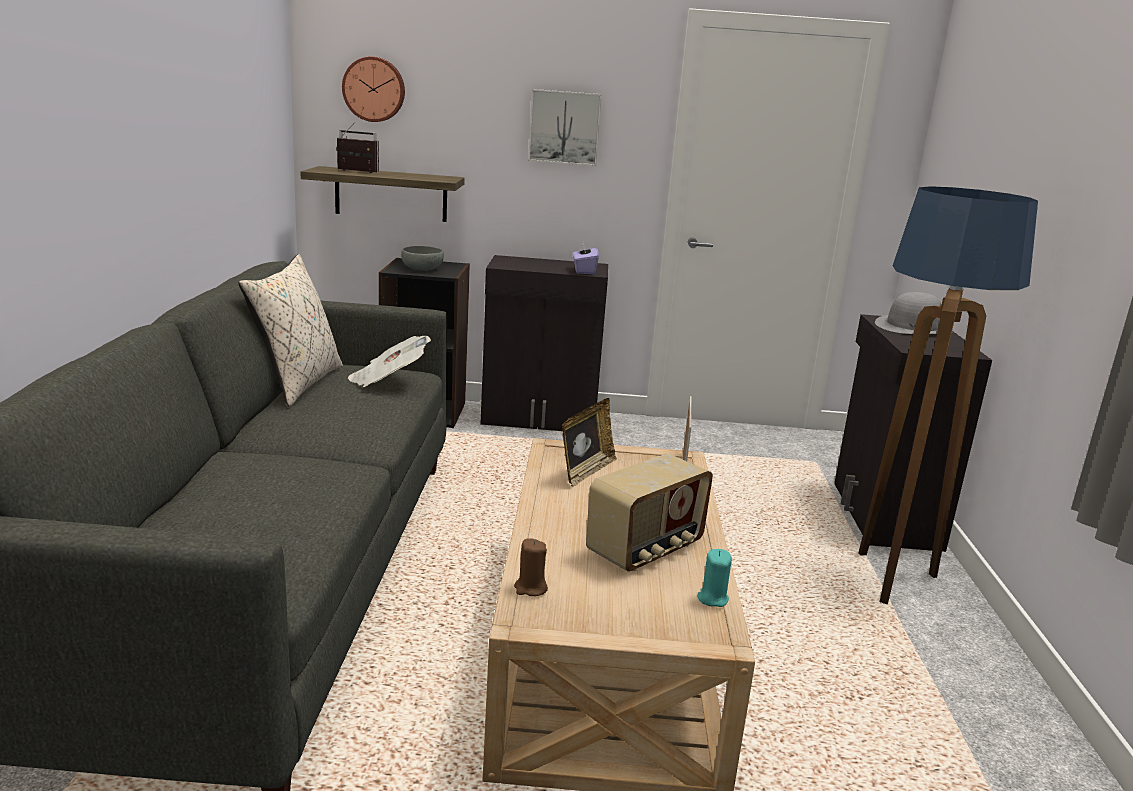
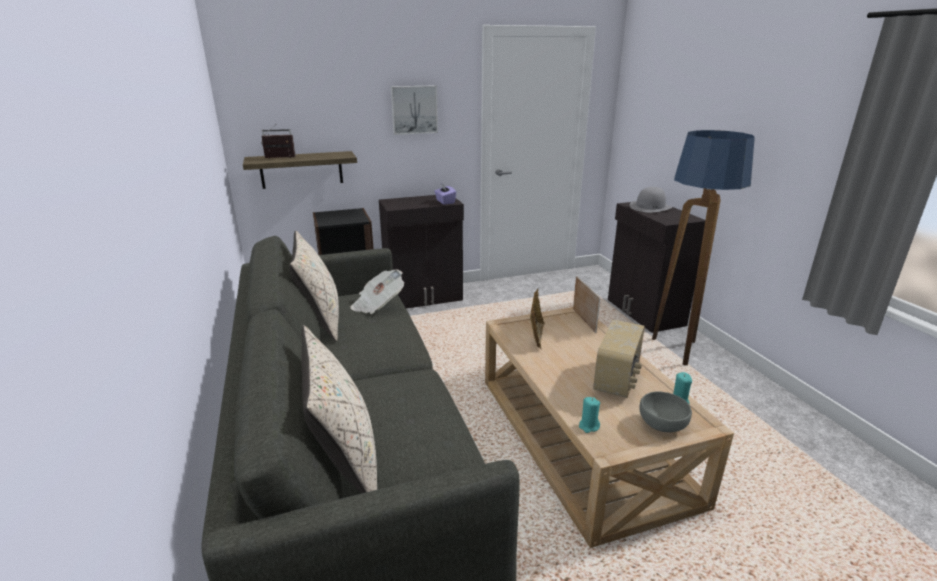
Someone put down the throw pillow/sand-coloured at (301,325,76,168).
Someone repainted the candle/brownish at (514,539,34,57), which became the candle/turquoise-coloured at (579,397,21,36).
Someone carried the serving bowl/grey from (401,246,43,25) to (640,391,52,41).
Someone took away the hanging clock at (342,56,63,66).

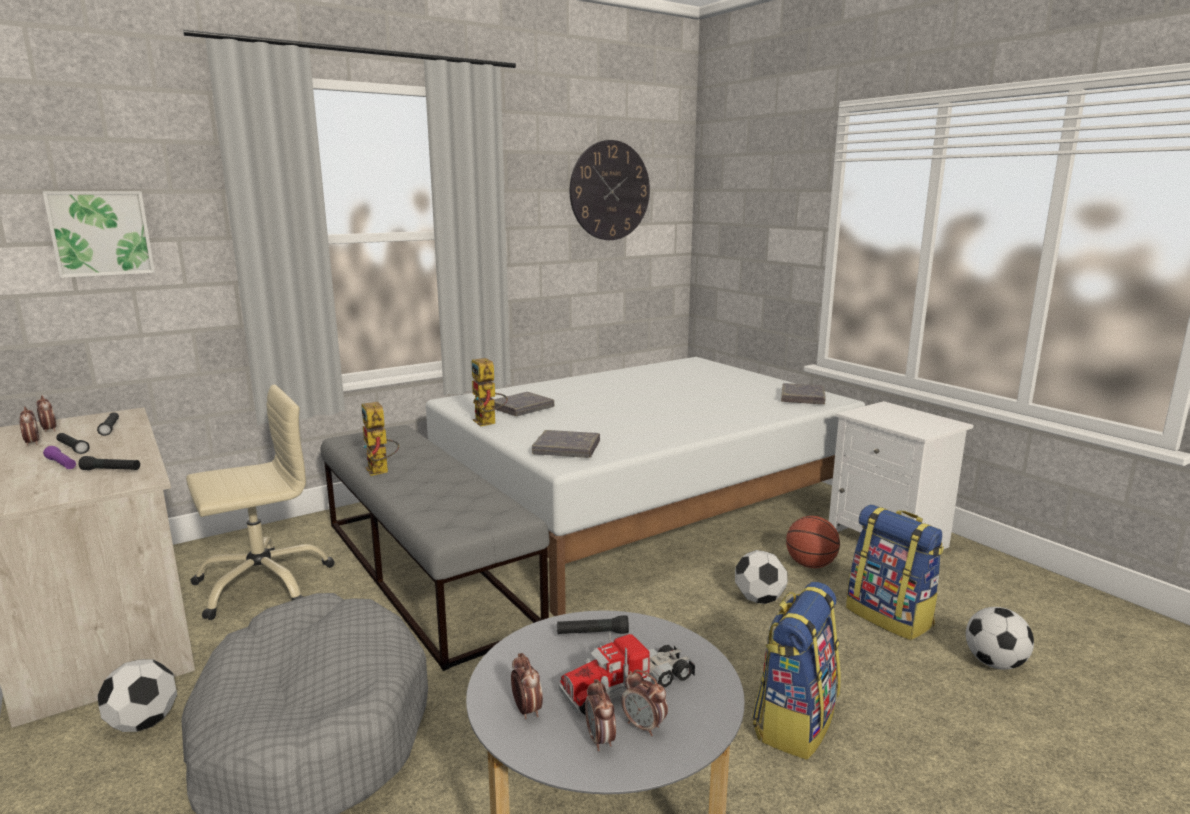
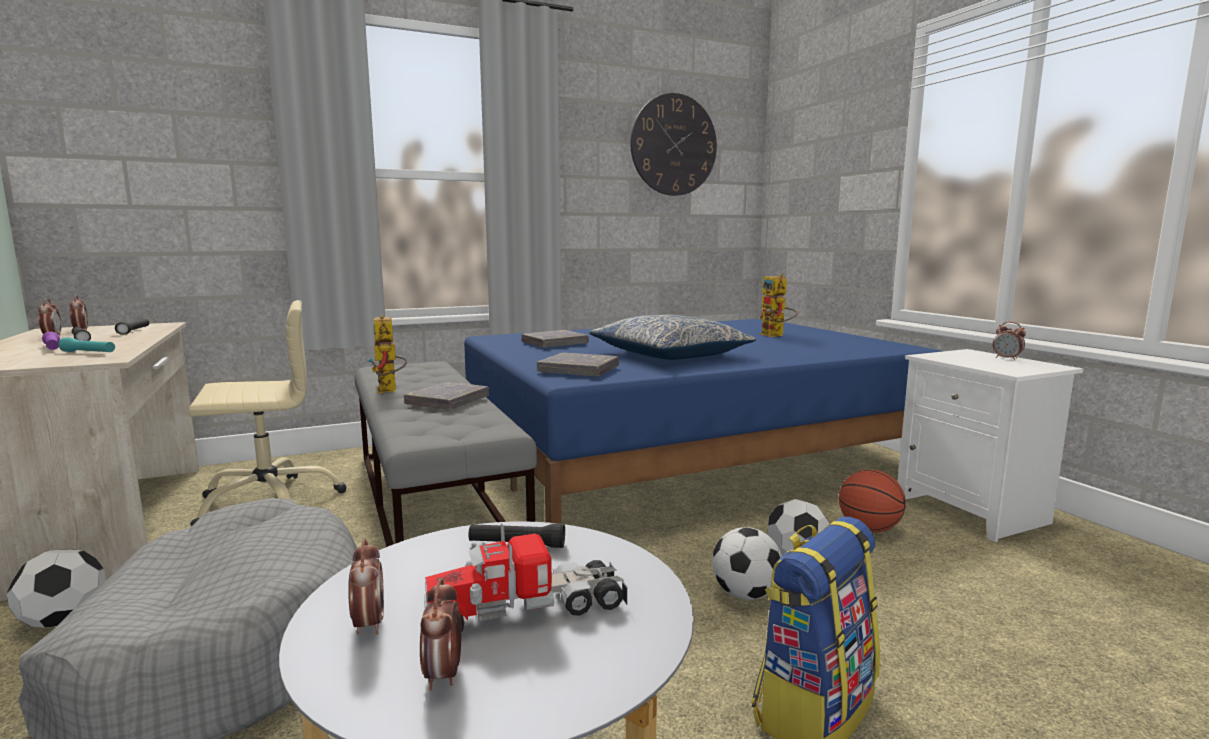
Someone repainted the flashlight/black-coloured at (78,456,62,14), which became the flashlight/turquoise-coloured at (58,337,57,15).
Someone carried the bound book/grey from (781,383,44,21) to (404,382,85,28).
Someone repainted the bedroom bed/white-coloured at (426,357,439,259), which became the bedroom bed/bluish at (464,319,479,205).
Someone put down the throw pillow at (589,315,167,45).
Someone carried the football from (966,607,68,63) to (712,527,70,73).
Someone carried the model robot from (472,358,36,69) to (759,274,38,63).
Someone carried the bedside clock from (621,669,47,67) to (993,322,33,38).
Someone took away the wall picture at (42,191,113,87).
Someone took away the knapsack at (846,505,98,135).

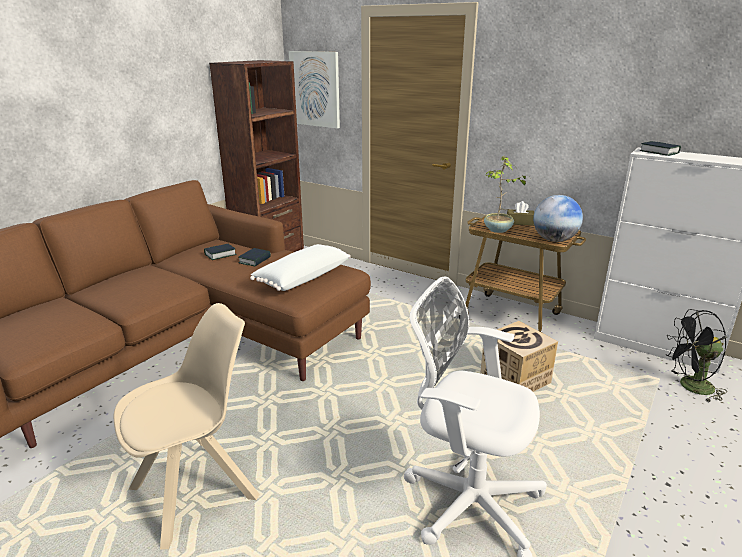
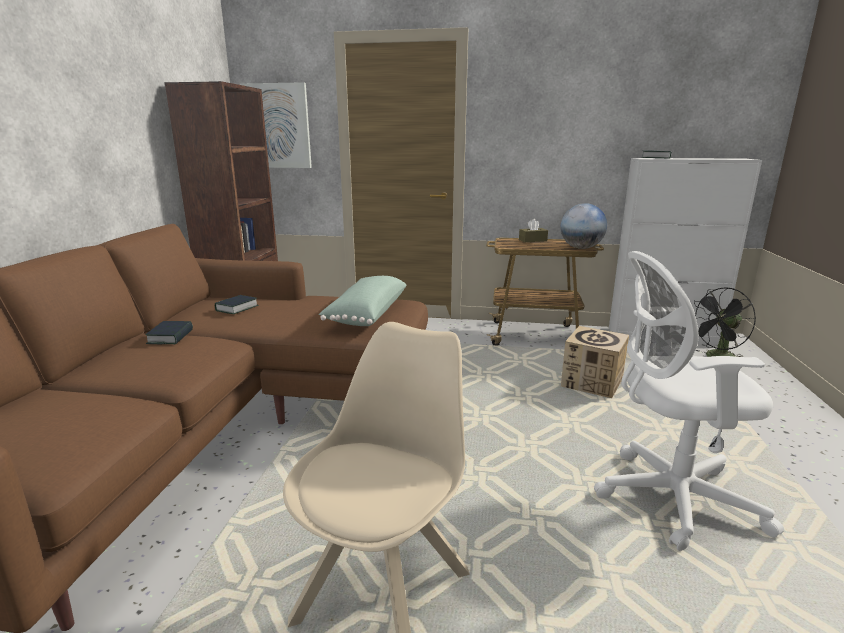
Someone carried the bound book from (238,248,33,19) to (145,321,48,23).
Someone repainted the throw pillow/white-coloured at (250,244,101,47), which became the throw pillow/green at (319,276,88,50).
Someone took away the houseplant at (484,156,46,77).

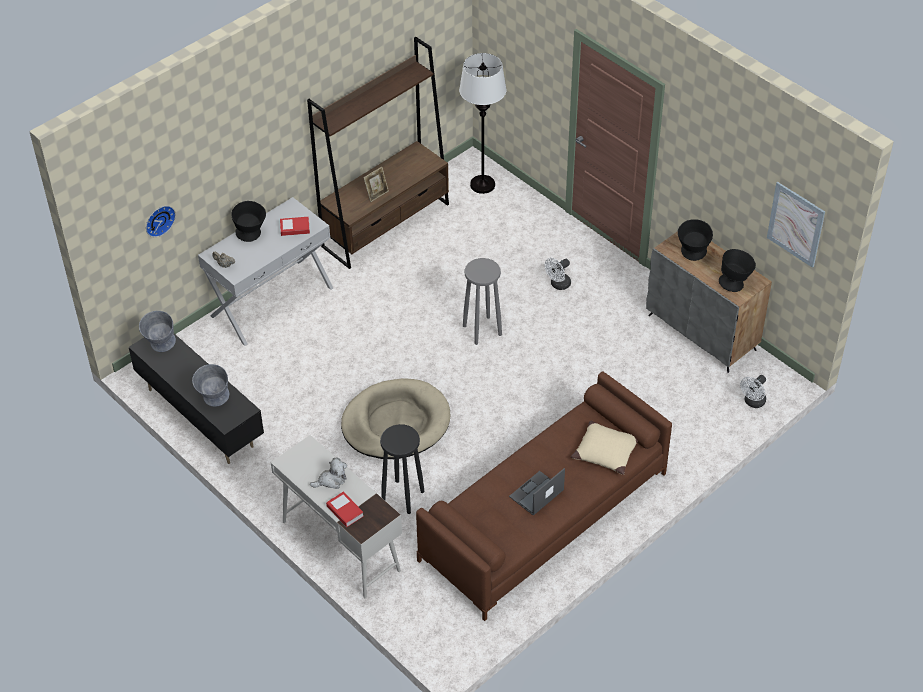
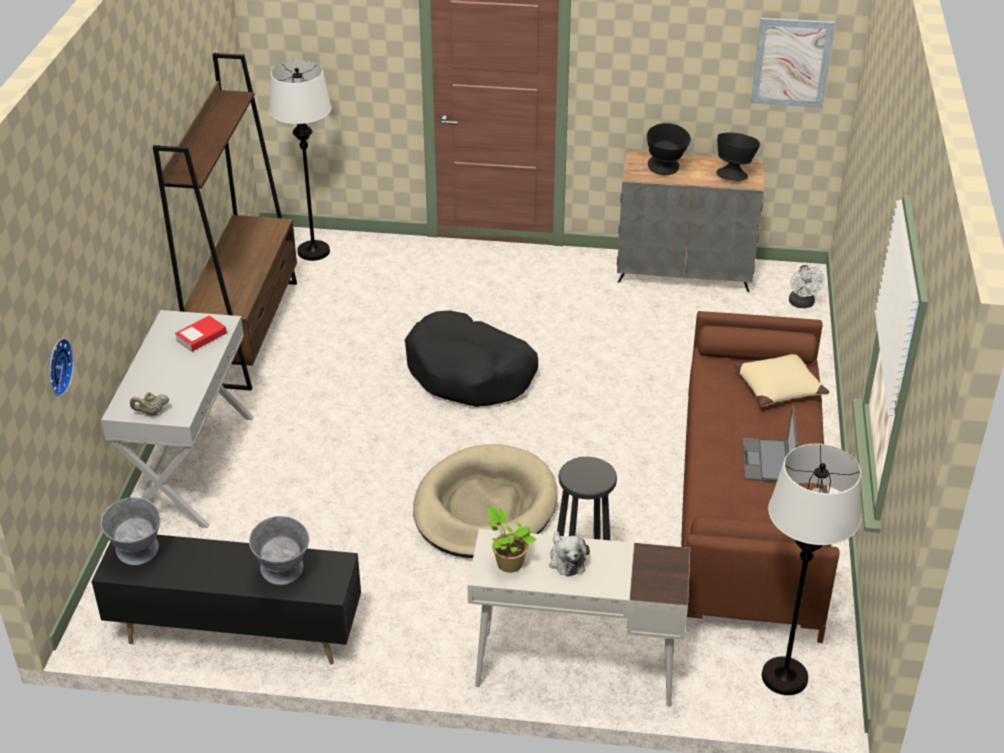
Someone swapped the sitting stool/grey at (463,258,39,87) for the pet bed/black-coloured at (405,310,133,97).
Someone put down the houseplant at (487,505,50,68).
Someone rotated the cuddly toy at (310,458,37,31) by 135 degrees clockwise.
Someone put down the standing lamp/white-coloured at (762,444,99,251).
Someone took away the serving bowl/black-coloured at (231,201,35,41).
Someone took away the bound book at (326,491,38,36).
Someone took away the picture frame at (363,167,26,35).
Someone took away the fan/white-coloured at (545,258,26,32).

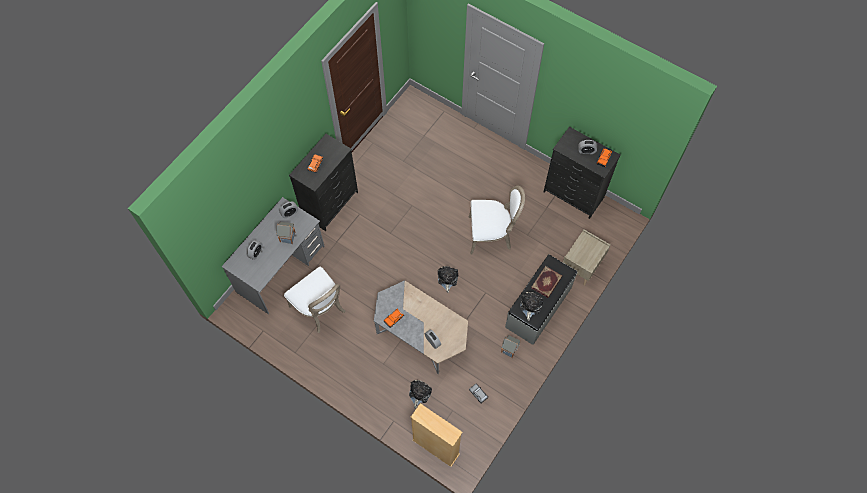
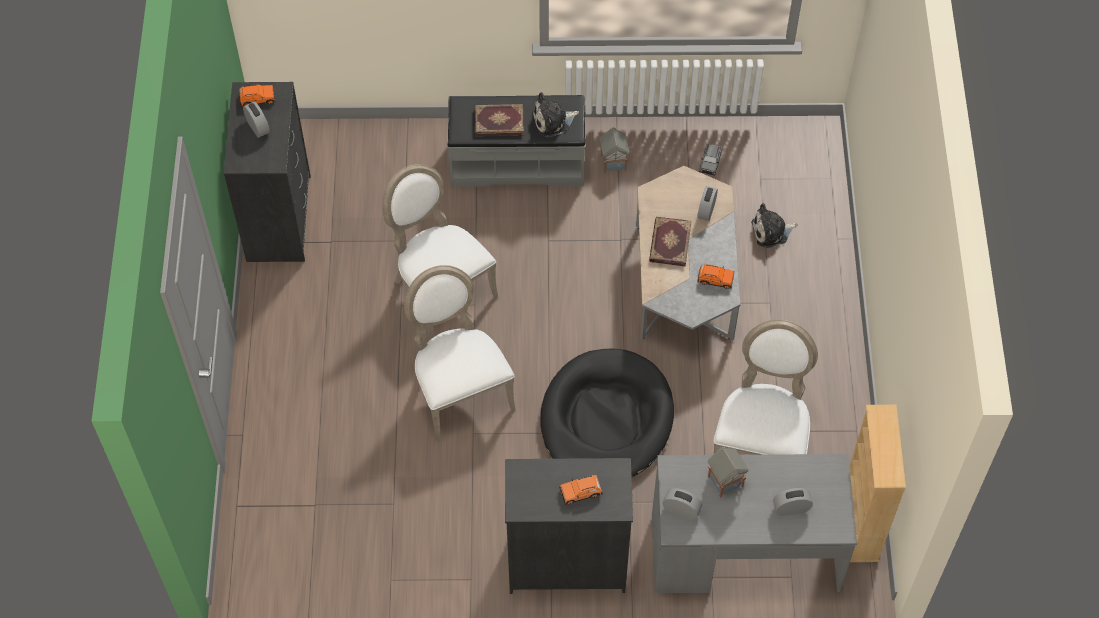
Someone put down the upright chair/white-coloured at (404,265,111,177).
Someone put down the pet bed/black-coloured at (540,348,134,130).
Someone put down the bound book at (649,217,43,50).
Someone carried the bookshelf/sand-coloured from (411,403,52,64) to (850,405,56,157).
Someone took away the cuddly toy at (438,266,20,27).
Someone took away the nightstand/sand-coloured at (563,229,47,57).

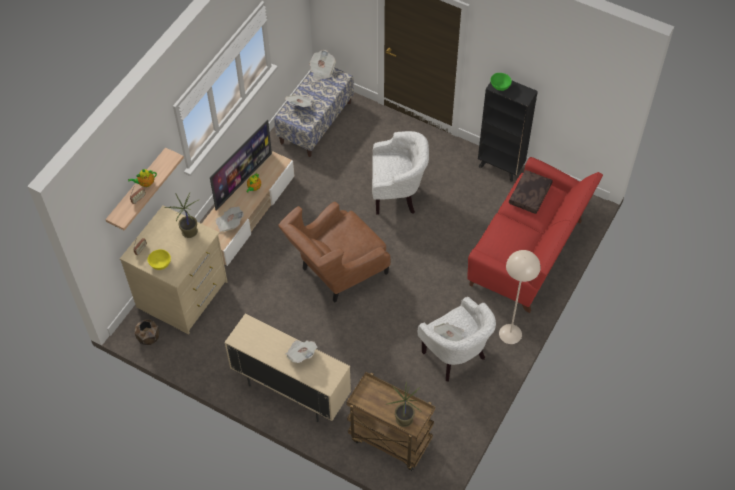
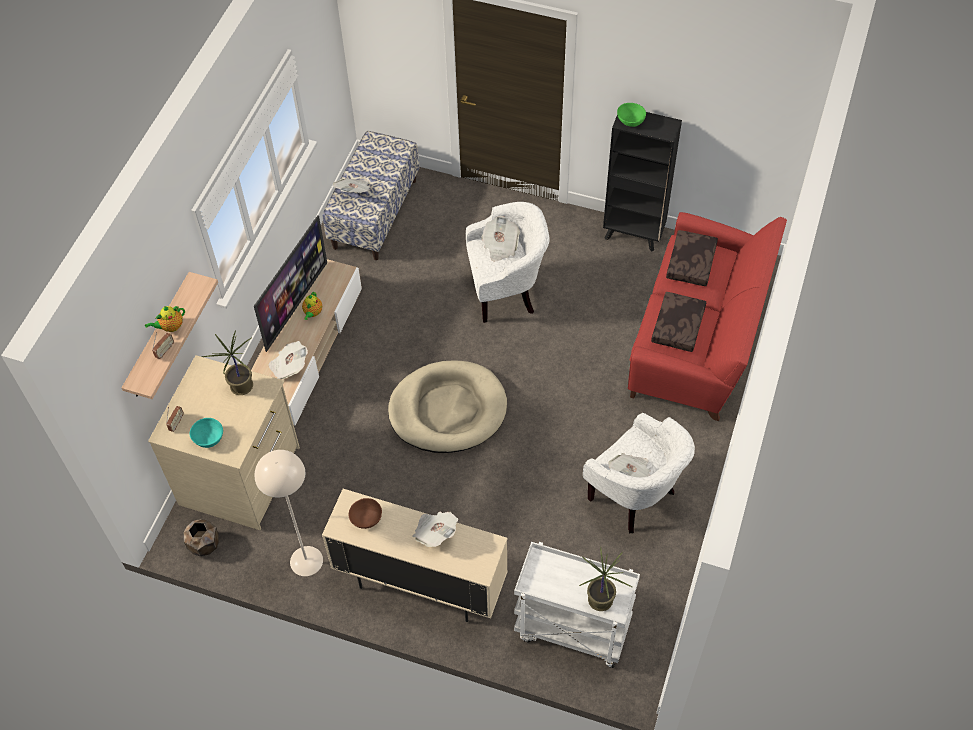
Someone repainted the serving bowl/yellow at (147,249,24,21), which became the serving bowl/turquoise-coloured at (189,418,34,30).
Someone carried the standing lamp/sand-coloured from (499,250,41,94) to (255,450,68,126).
Someone put down the serving bowl/brownish at (349,498,33,31).
Someone swapped the easy chair/brownish at (278,202,113,101) for the pet bed/sand-coloured at (388,360,119,93).
Someone carried the printed paper from (309,50,27,30) to (481,216,39,46).
Someone repainted the wheeled cart/brownish at (346,372,89,99), which became the wheeled cart/white-coloured at (514,542,126,126).
Someone put down the throw pillow/brownish at (651,292,55,60).

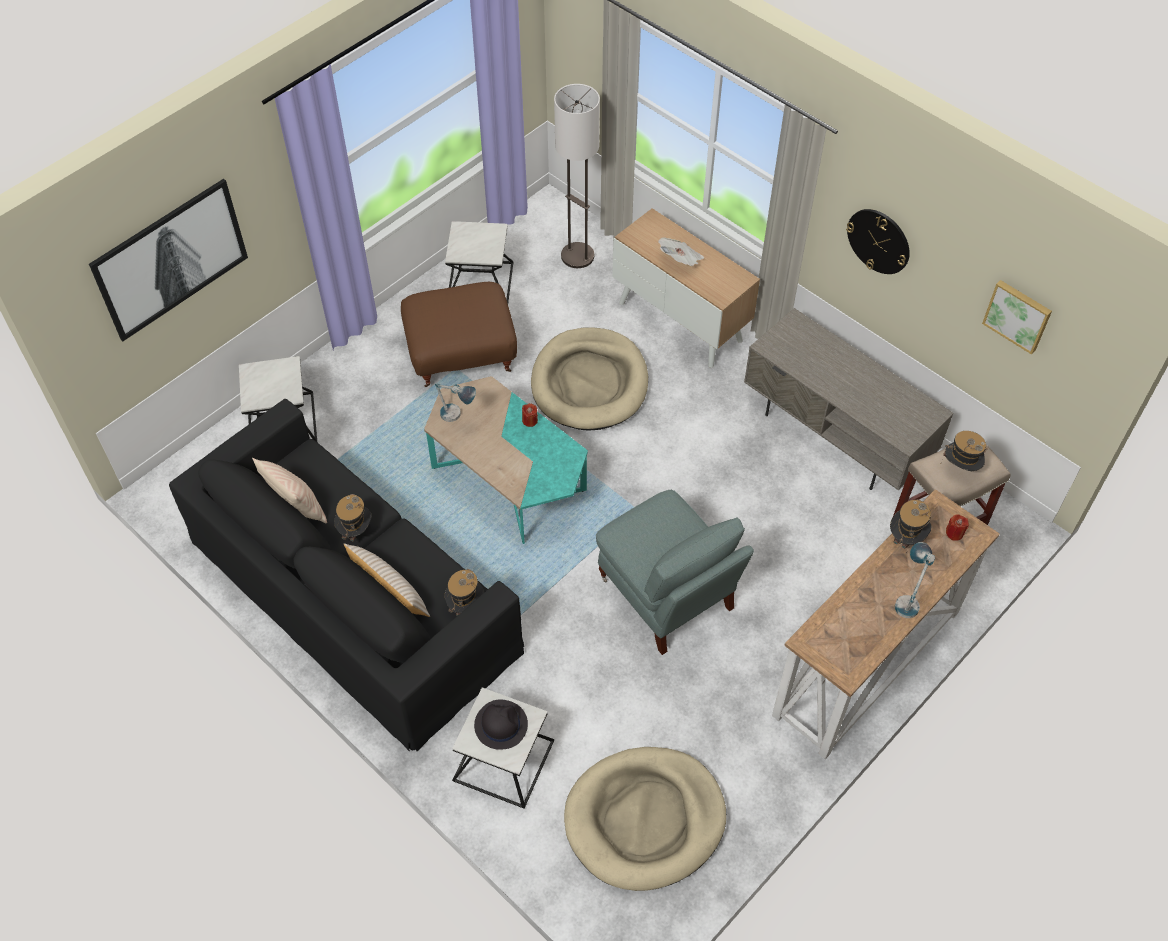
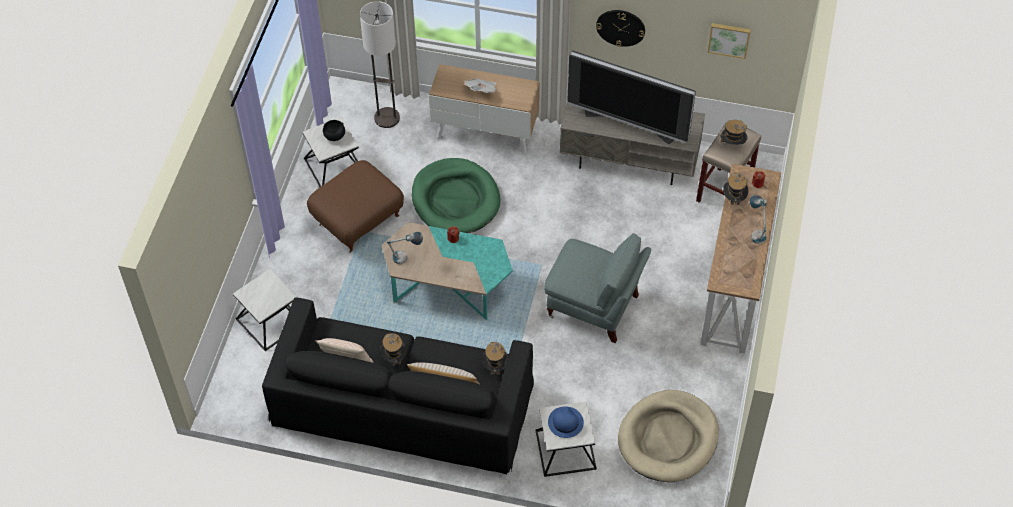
Someone put down the serving bowl/black-coloured at (323,120,22,21).
Someone repainted the pet bed/sand-coloured at (531,327,117,104), which became the pet bed/green at (412,158,89,75).
Someone repainted the wearable hat/black-coloured at (474,699,54,51), which became the wearable hat/bluish at (548,406,36,32).
Someone put down the TV set at (567,50,129,94).
Someone took away the wall picture at (89,179,159,162).

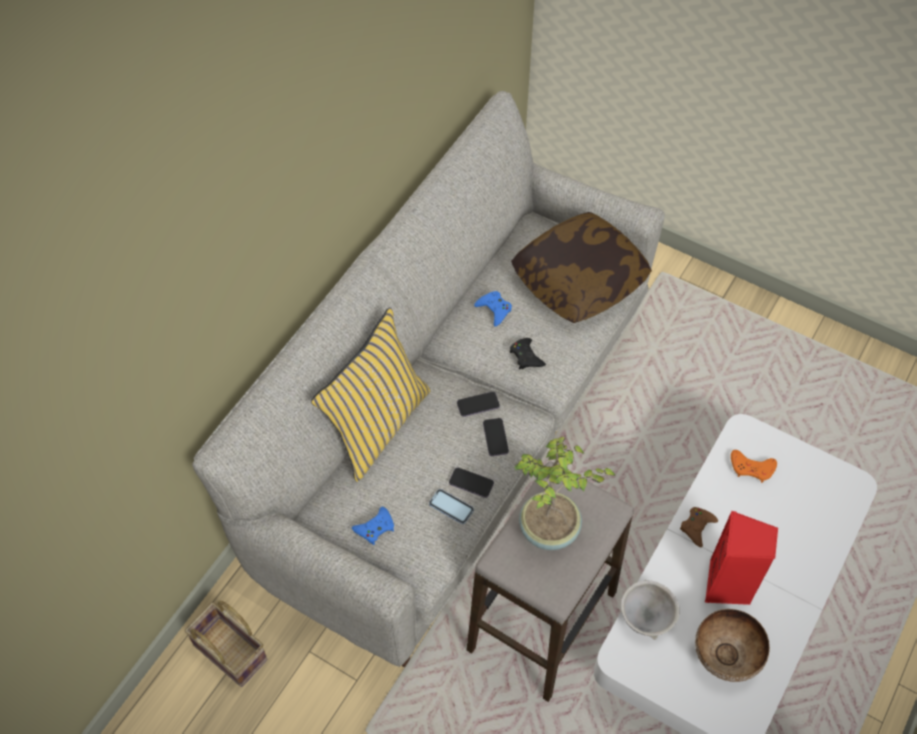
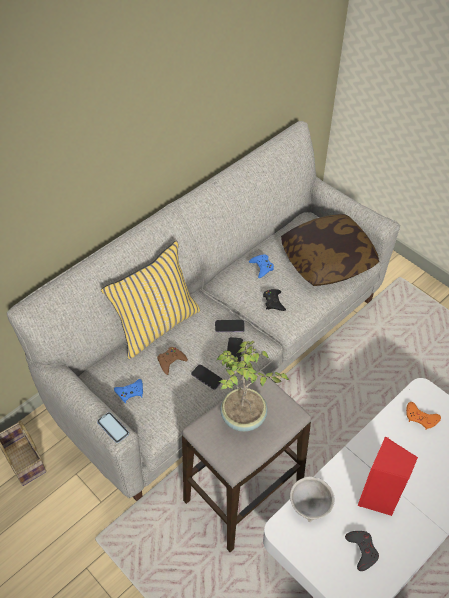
Someone carried the handset from (429,489,45,35) to (97,412,32,31).
Someone carried the joypad/brownish from (680,507,38,41) to (157,347,31,28).
Someone swapped the serving bowl at (695,609,75,73) for the joypad/grey at (345,531,34,40).

